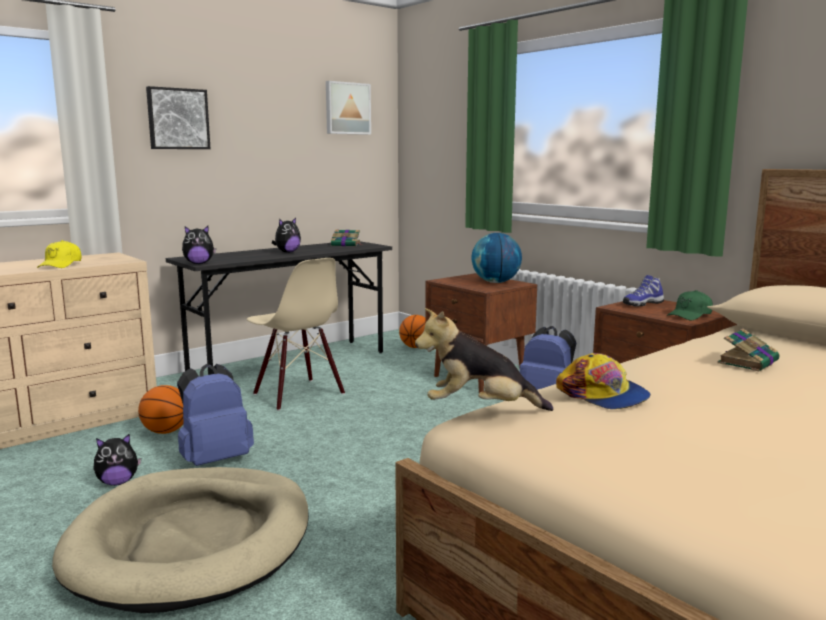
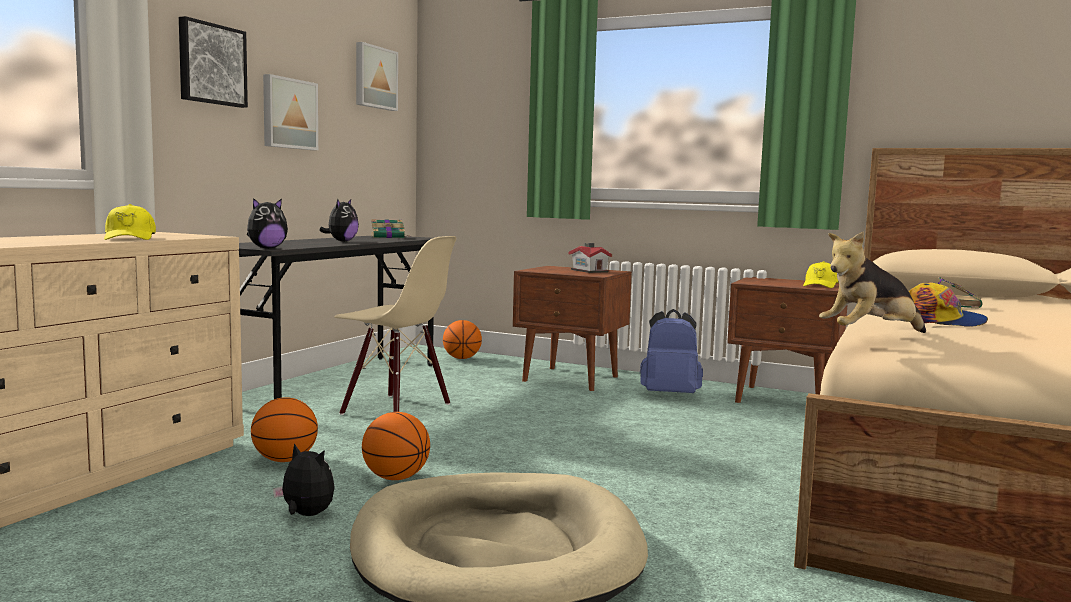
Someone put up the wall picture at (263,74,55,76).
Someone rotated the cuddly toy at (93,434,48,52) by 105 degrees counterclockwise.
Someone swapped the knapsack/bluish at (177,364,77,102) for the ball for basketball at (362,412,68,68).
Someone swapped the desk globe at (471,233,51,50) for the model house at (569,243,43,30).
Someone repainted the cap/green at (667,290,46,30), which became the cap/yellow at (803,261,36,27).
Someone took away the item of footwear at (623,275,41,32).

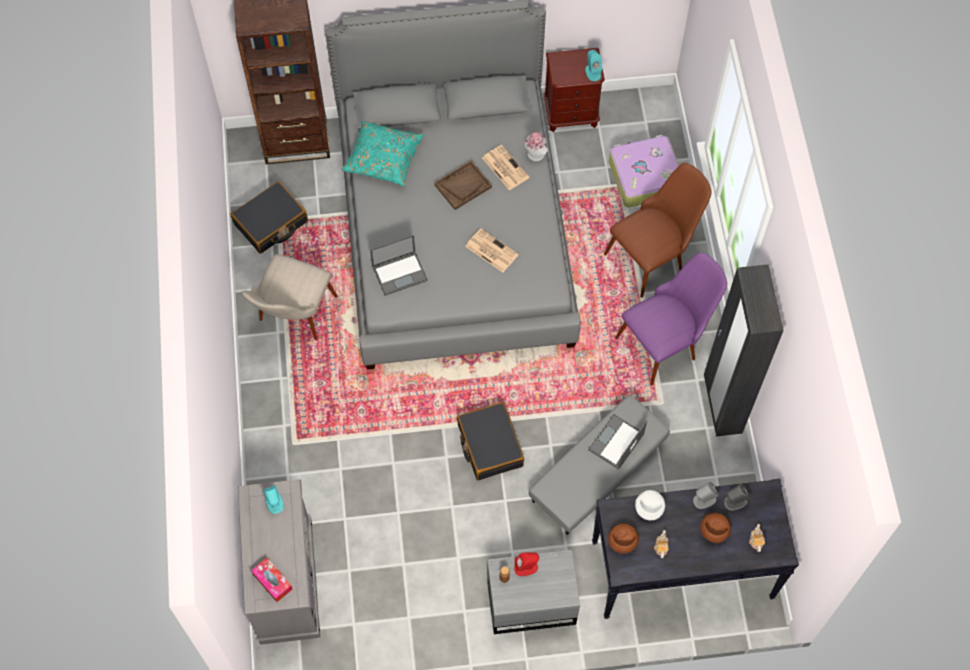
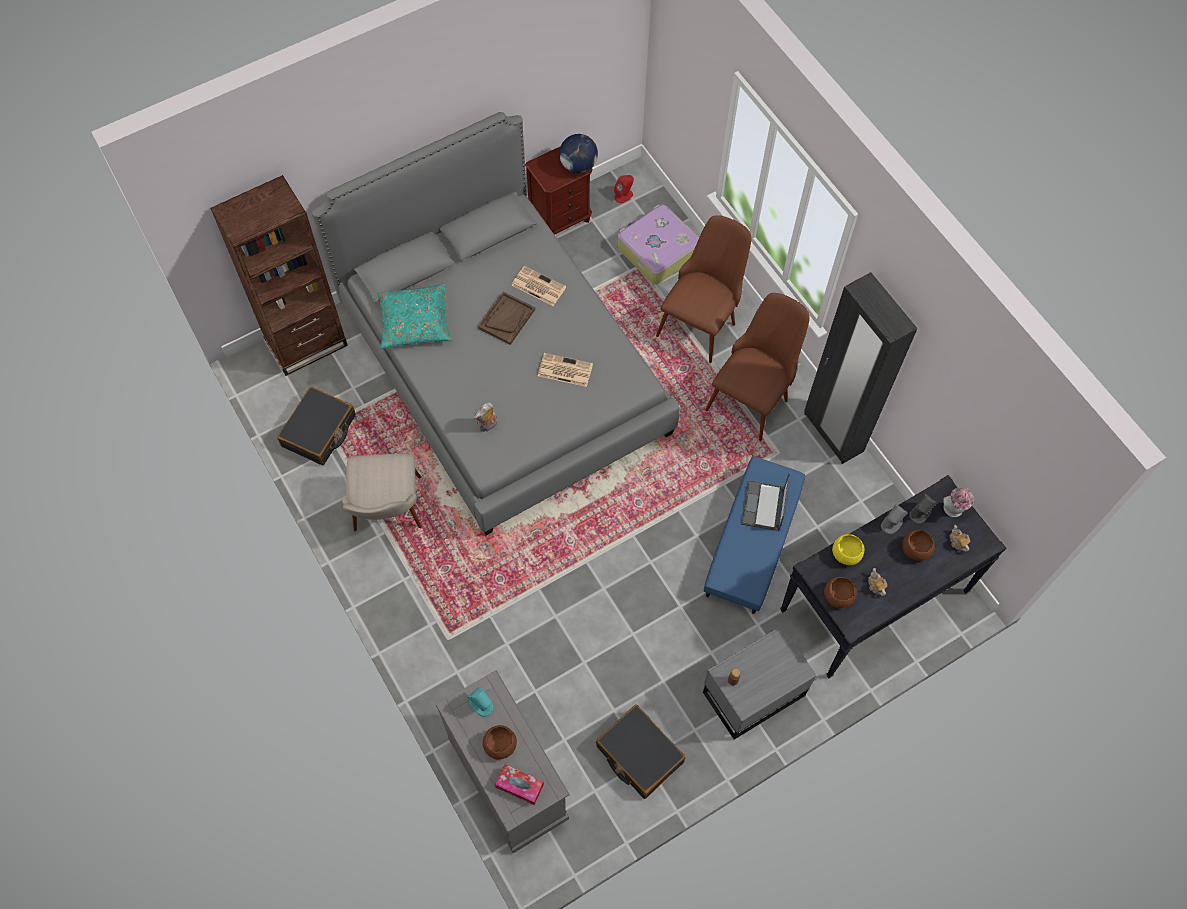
Someone swapped the notebook computer at (370,235,58,61) for the cuddly toy at (474,403,23,29).
Someone put down the serving bowl/brownish at (483,725,34,35).
Someone swapped the loudspeaker/turquoise-coloured at (585,50,17,31) for the desk globe at (559,134,39,39).
Someone carried the travel case/black-coloured from (457,402,67,79) to (596,704,90,95).
Someone carried the loudspeaker/red from (514,552,25,24) to (614,175,20,28).
Someone repainted the ottoman/grey at (529,395,141,140), which became the ottoman/bluish at (704,457,101,157).
Someone repainted the upright chair/purplish at (615,252,112,133), which became the upright chair/brownish at (705,293,105,148).
Someone repainted the serving bowl/white-coloured at (635,490,30,30), which became the serving bowl/yellow at (832,534,33,32).
Someone carried the wearable hat from (525,132,23,29) to (943,488,31,29).

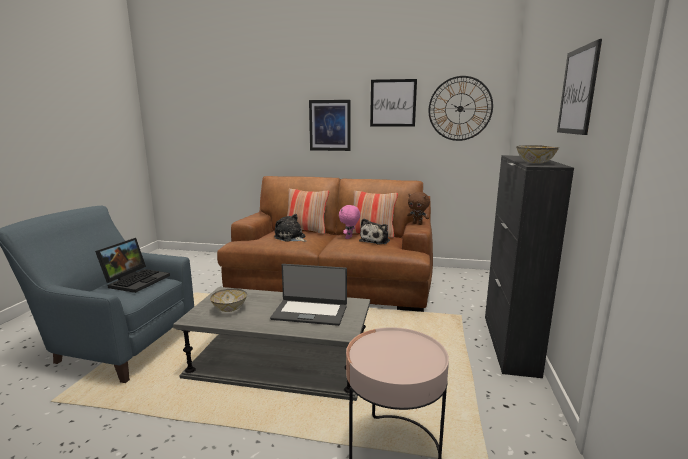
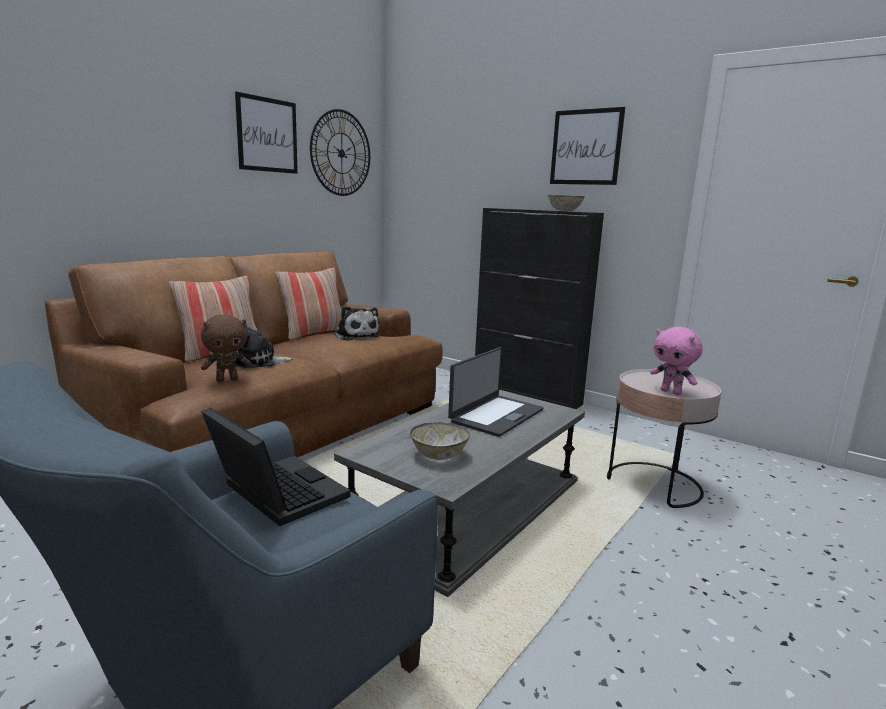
Someone carried the cuddly toy/brownish from (407,192,23,33) to (201,314,50,68).
Someone carried the cuddly toy/pink-coloured from (339,205,21,34) to (650,327,53,68).
Someone took away the wall picture at (309,100,42,51).

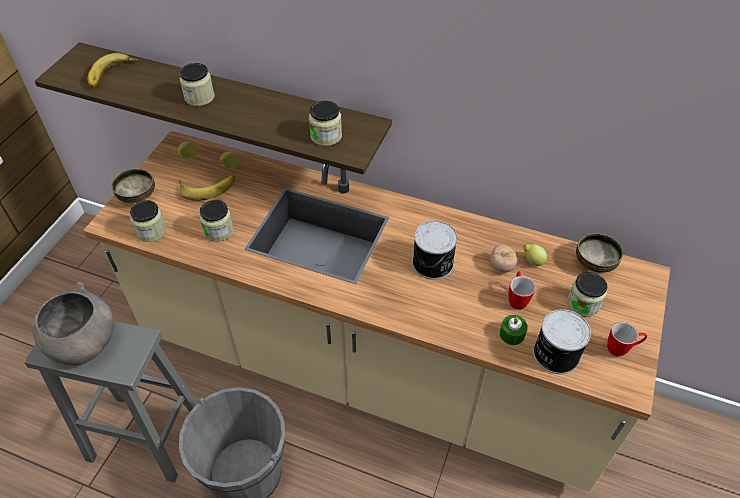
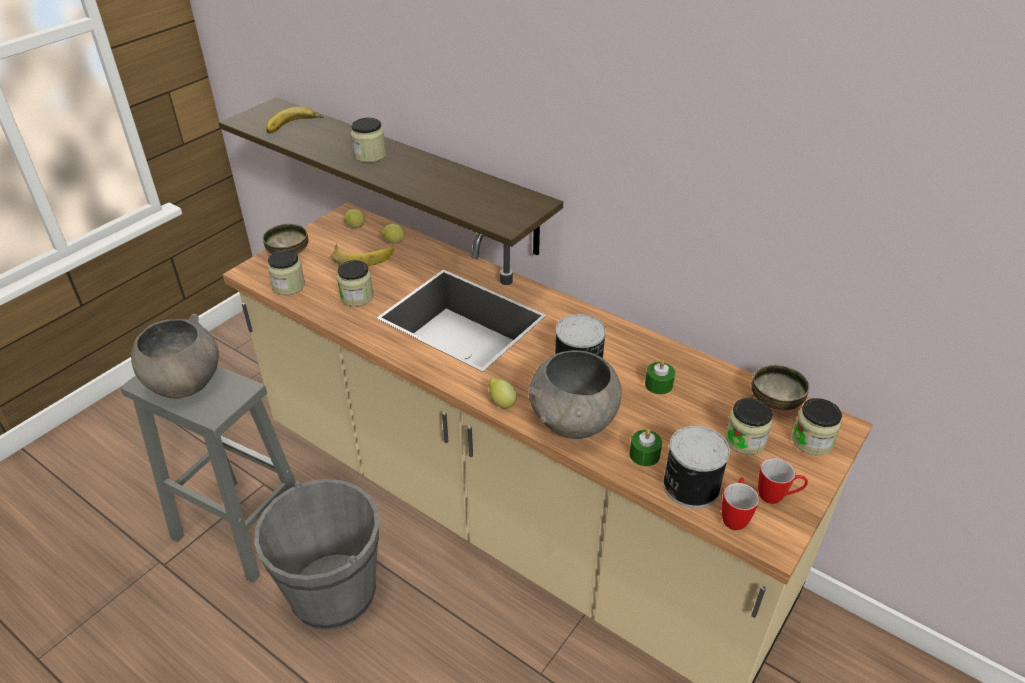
Someone carried the whole lemon from (523,244,24,22) to (488,378,29,30).
Someone put down the serving bowl/grey at (528,350,94,89).
Someone swapped the tomato at (490,245,27,28) for the candle/green at (645,359,30,35).
Someone carried the tea mug from (508,271,27,39) to (722,477,37,53).
Someone carried the jar from (309,101,33,45) to (792,398,50,57).

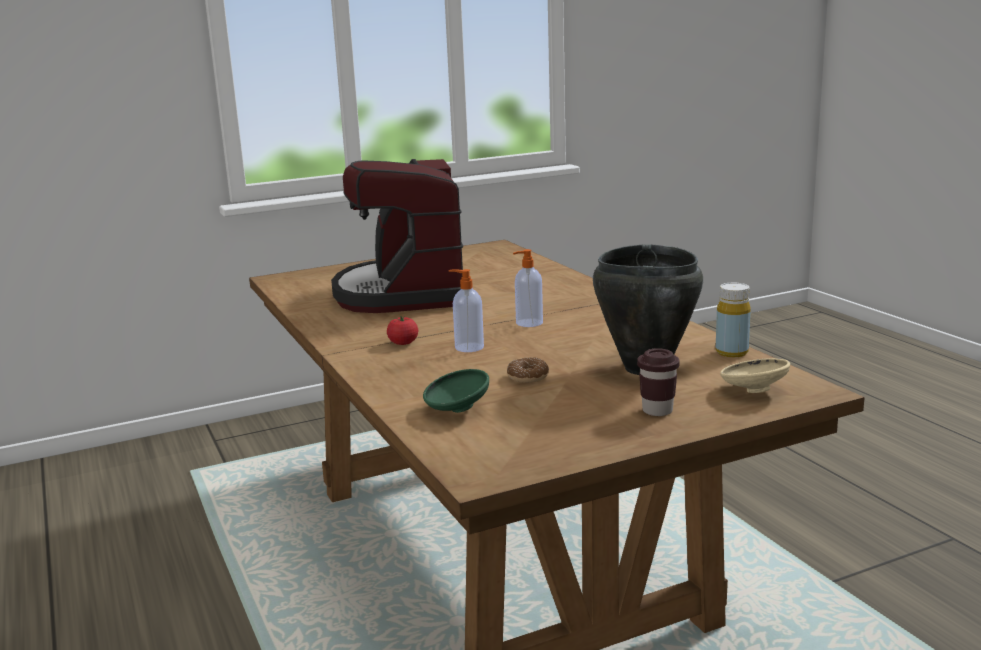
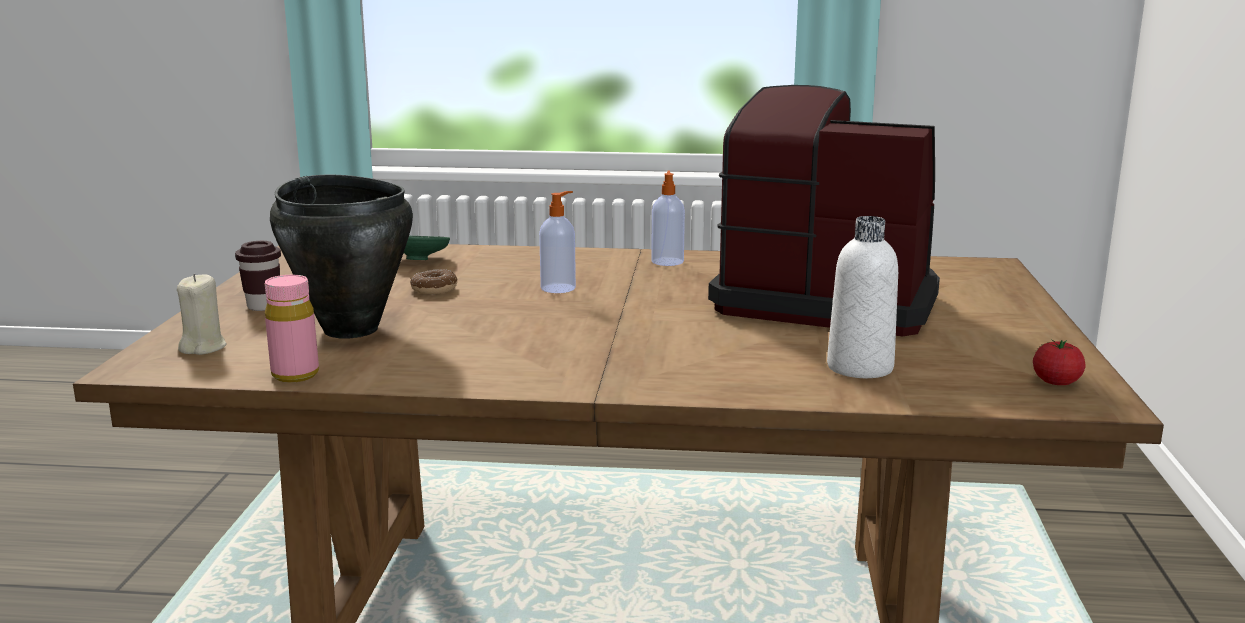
Someone swapped the serving bowl/sand-coloured at (720,358,70,35) for the candle/sand-coloured at (177,274,50,81).
Someone repainted the drink bottle/yellow at (716,283,35,74), which became the drink bottle/pink-coloured at (265,275,54,108).
Someone carried the soap dispenser from (513,249,30,78) to (651,171,34,95).
Someone put down the drink bottle/white-coloured at (827,216,71,162).
Someone carried the tomato from (387,316,31,29) to (1033,340,53,45).

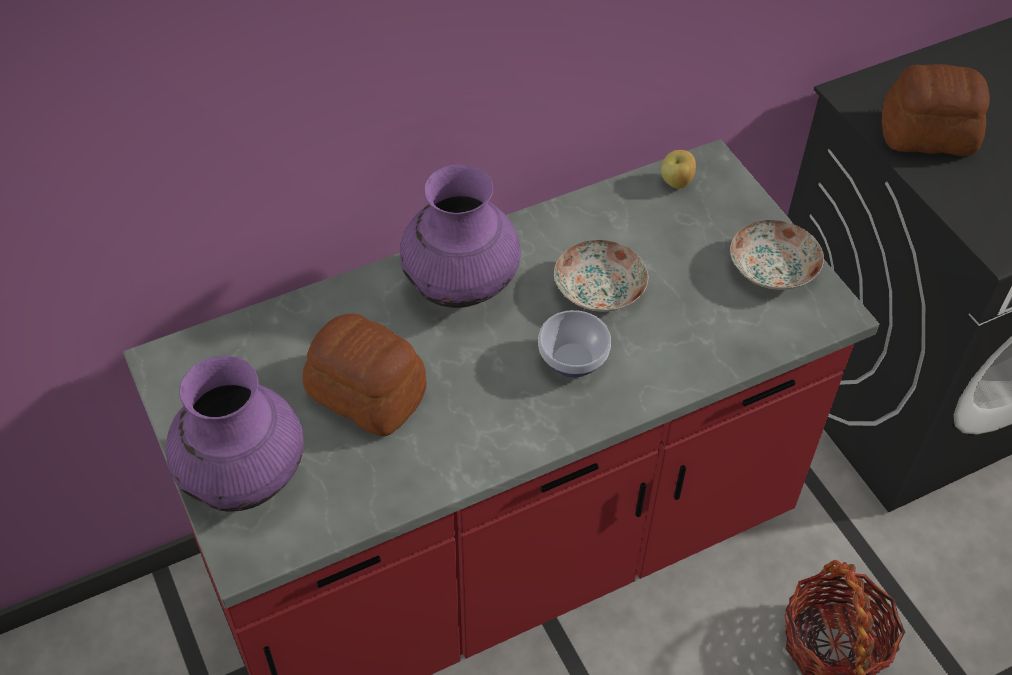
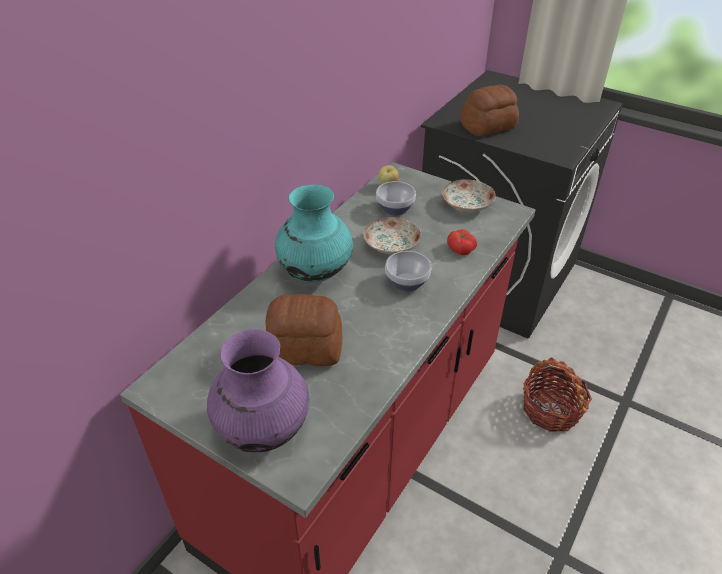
Someone repainted the decorative vase/purplish at (400,165,121,143), which became the decorative vase/turquoise-coloured at (275,185,78,98).
Someone put down the serving bowl at (376,181,40,34).
Someone put down the tomato at (447,229,30,26).

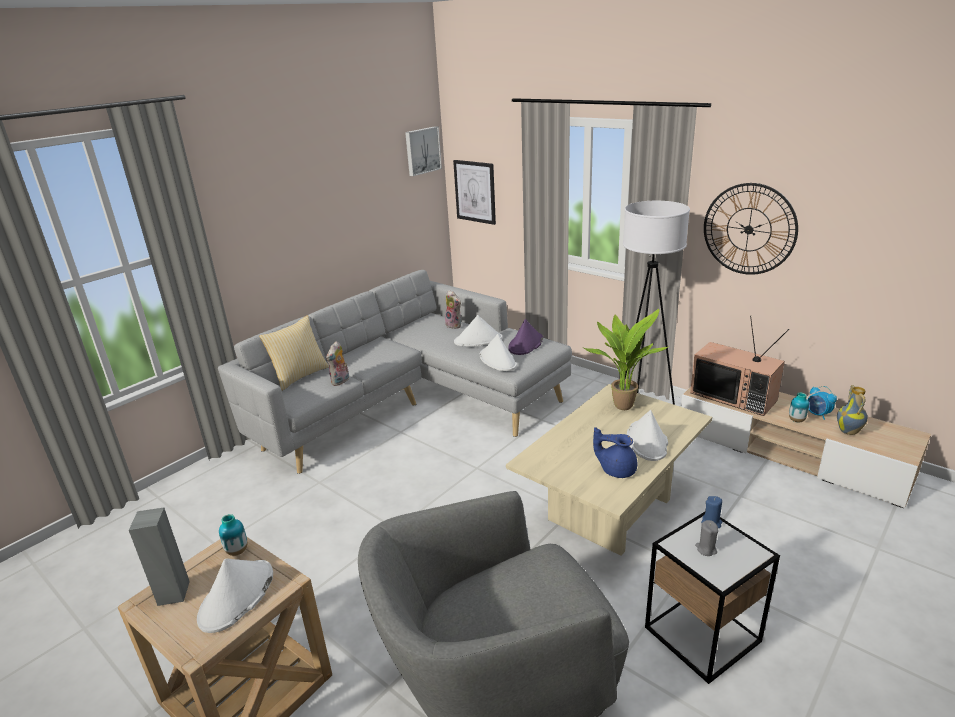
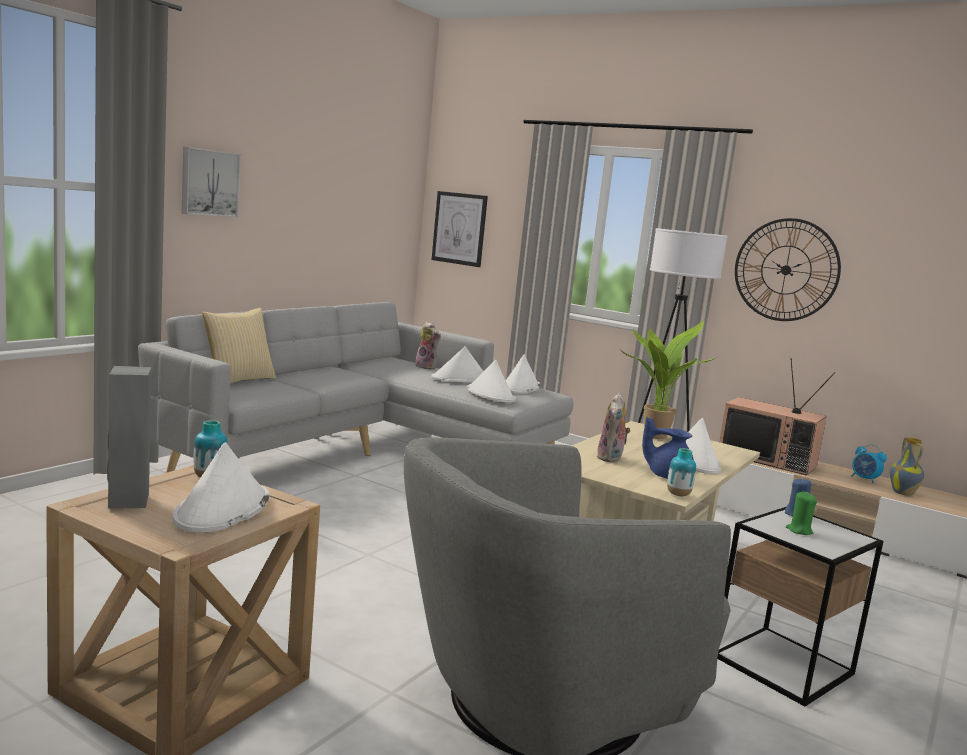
Someone carried the wall picture from (405,126,37,50) to (182,147,59,70).
Someone repainted the wearable hat/purplish at (508,319,35,36), which became the wearable hat/white-coloured at (506,354,34,40).
Someone carried the cuddly toy from (326,341,23,45) to (597,393,34,69).
Someone carried the decorative vase from (789,393,20,29) to (667,448,29,48).
Someone repainted the candle/grey at (695,520,23,36), which became the candle/green at (786,492,31,43).

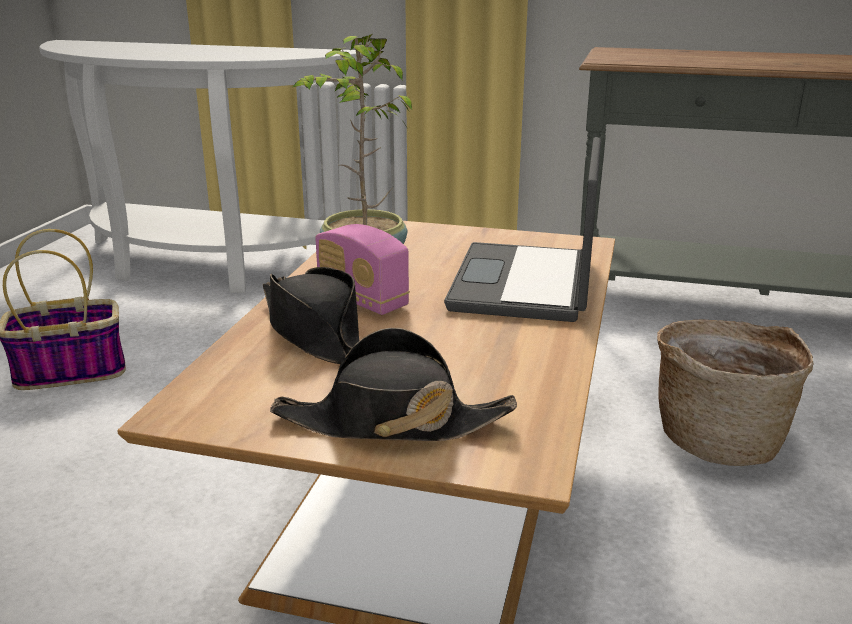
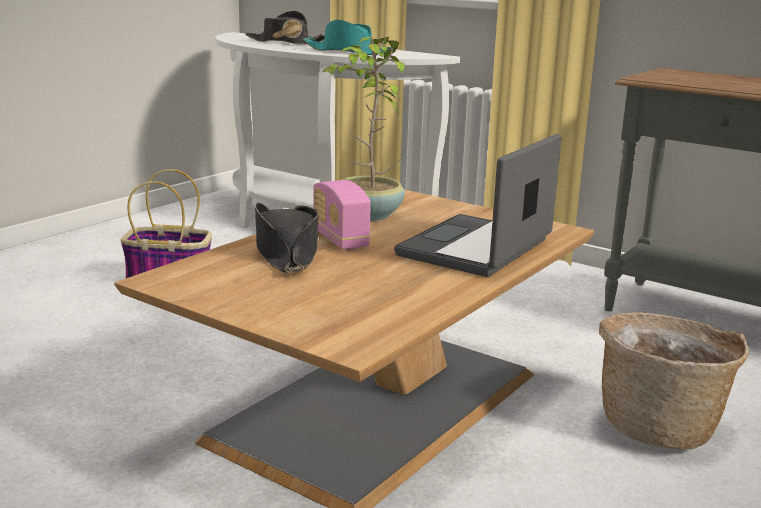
Someone carried the wearable hat/black-coloured from (270,328,247,113) to (245,11,80,33).
Someone put down the wearable hat/turquoise-coloured at (302,20,90,35).

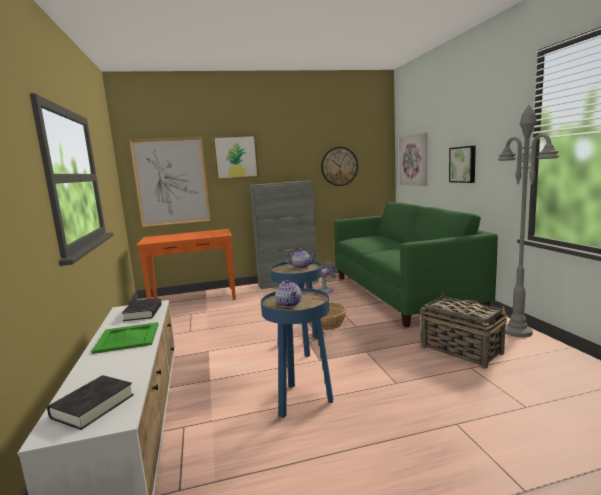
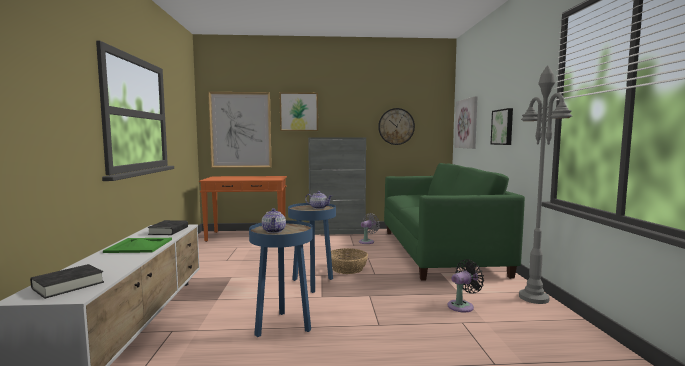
Someone swapped the household basket at (420,292,88,77) for the fan/black-coloured at (448,259,36,54).

